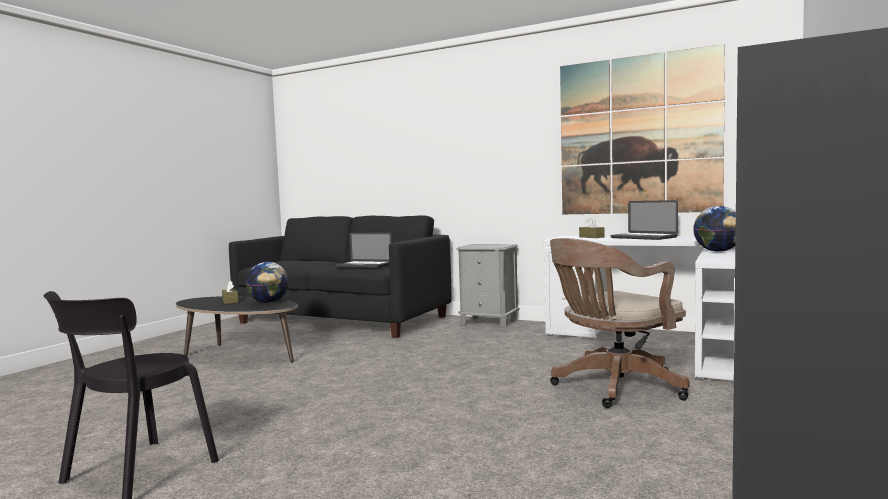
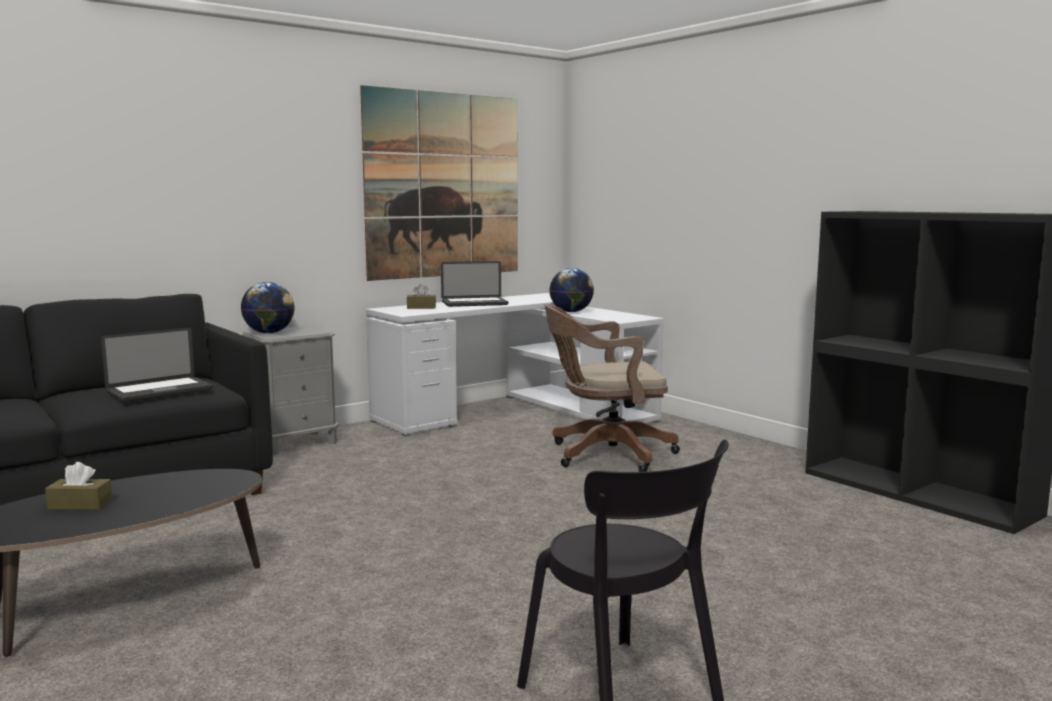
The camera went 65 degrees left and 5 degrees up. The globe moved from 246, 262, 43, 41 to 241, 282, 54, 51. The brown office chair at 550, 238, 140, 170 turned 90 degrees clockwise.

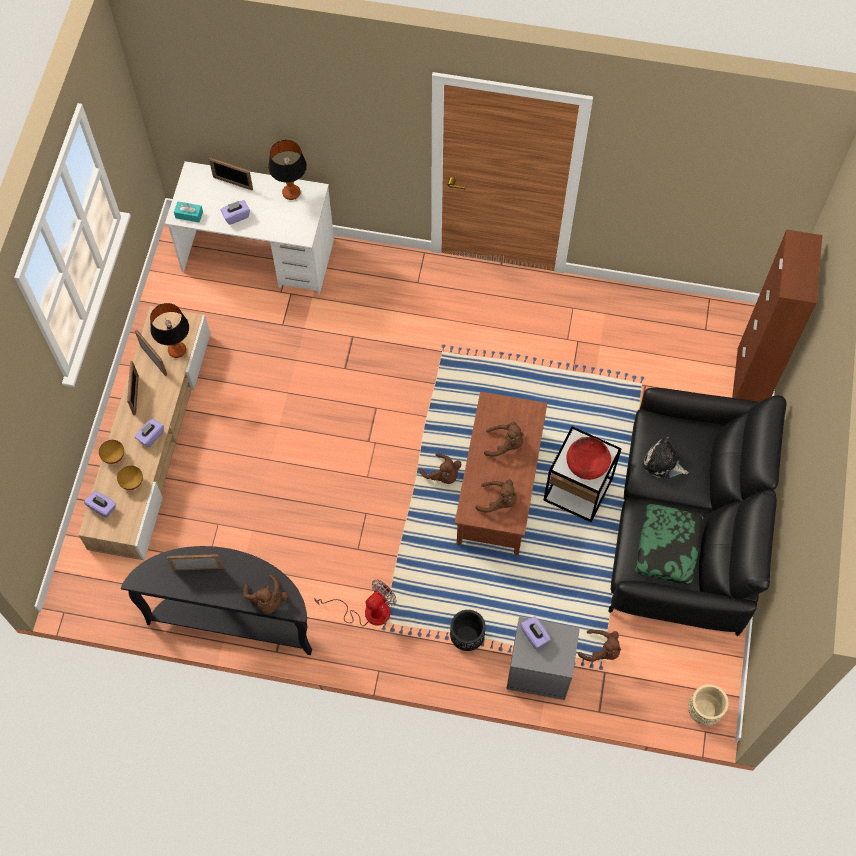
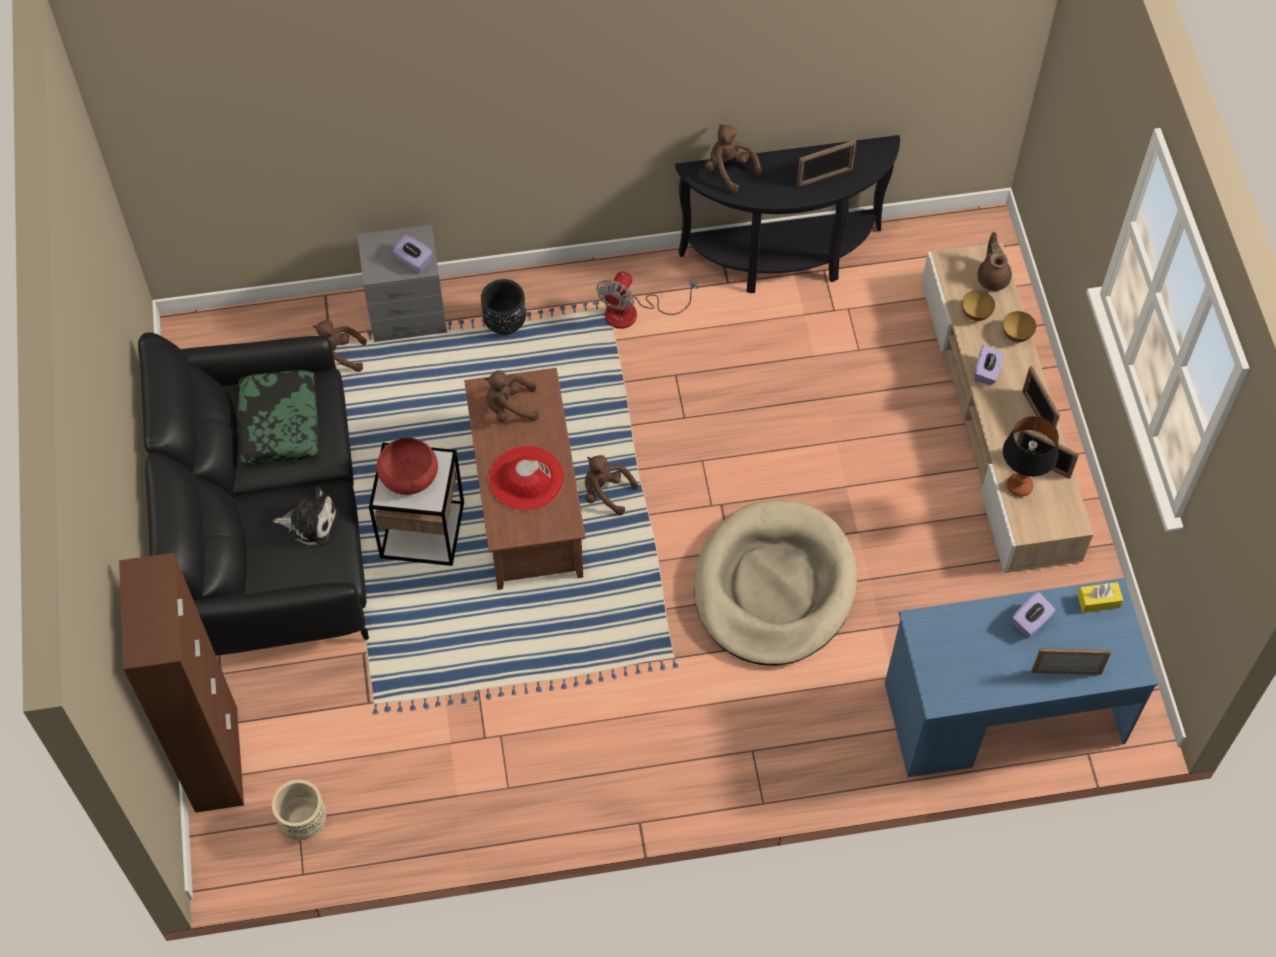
The camera went 160 degrees right and 5 degrees down. The table lamp at 268, 140, 39, 60 disappeared. The beige dog bed at 694, 500, 163, 166 appeared. The beige planter moved from 688, 684, 41, 42 to 272, 779, 55, 61. The purple tissue box at 84, 491, 32, 27 was replaced by the brown teapot at 977, 232, 35, 59. The brown plush toy at 484, 422, 40, 35 was replaced by the red hat at 489, 445, 75, 66. The white desk at 165, 161, 169, 134 became the blue desk at 885, 578, 273, 199. The turquoise tissue box at 174, 201, 29, 21 became the yellow tissue box at 1077, 582, 46, 31.

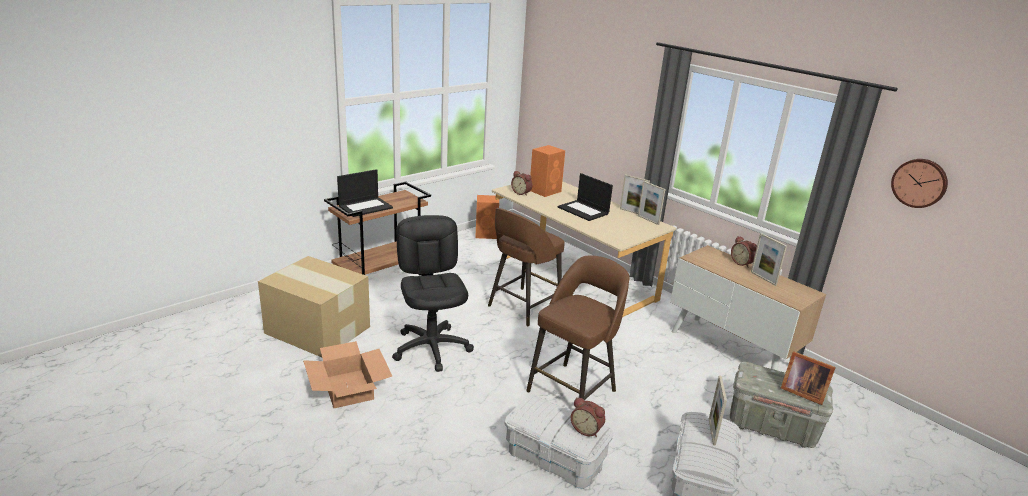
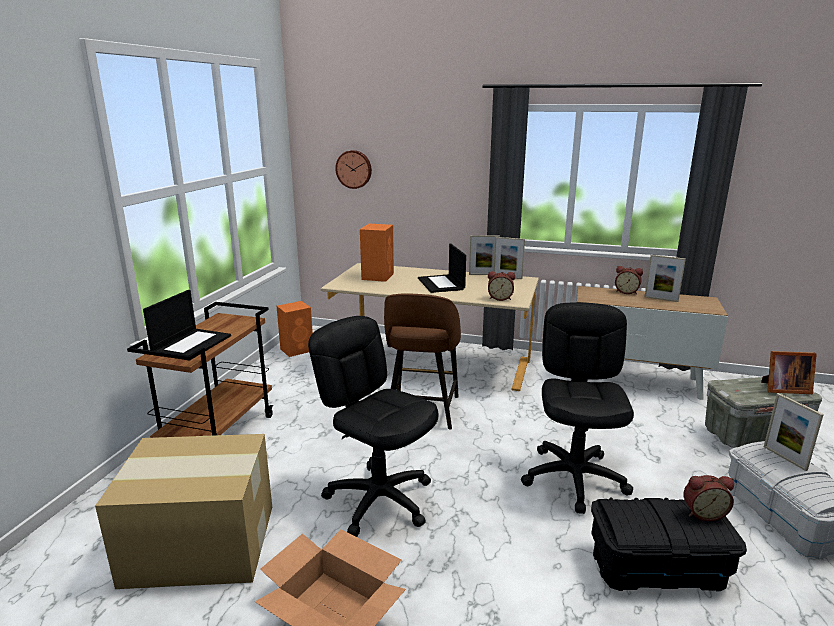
The camera went 30 degrees left and 5 degrees down. The alarm clock moved from 511, 171, 21, 25 to 488, 271, 27, 30. The wall clock moved from 891, 159, 57, 49 to 335, 150, 37, 39. The brown stool at 526, 256, 104, 144 was replaced by the black office chair at 521, 302, 113, 212. The white storage box at 505, 395, 109, 94 became the black storage box at 591, 498, 156, 93. The laptop at 558, 173, 55, 48 turned 60 degrees clockwise.

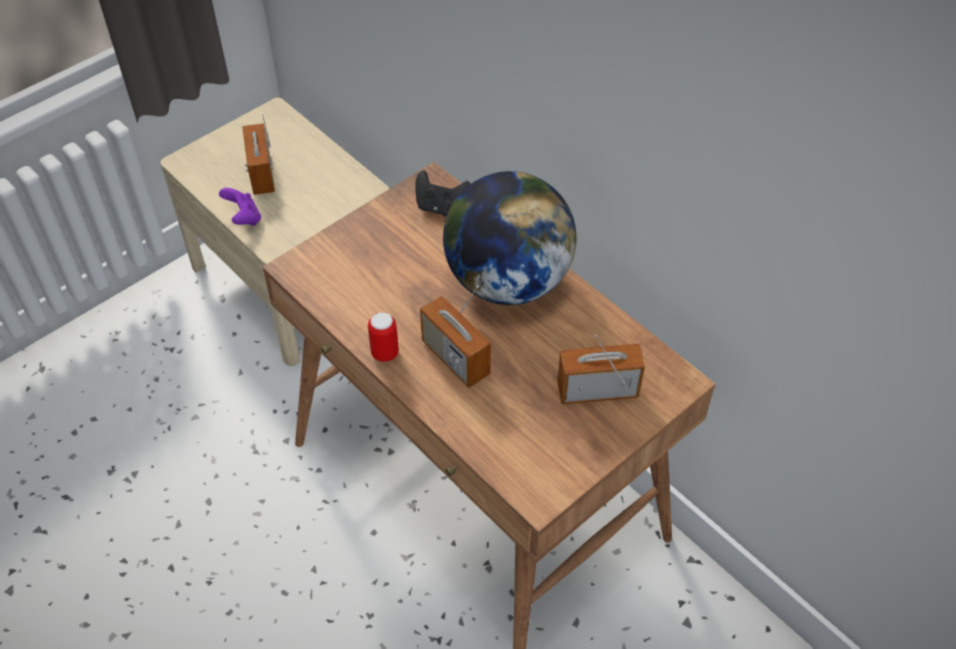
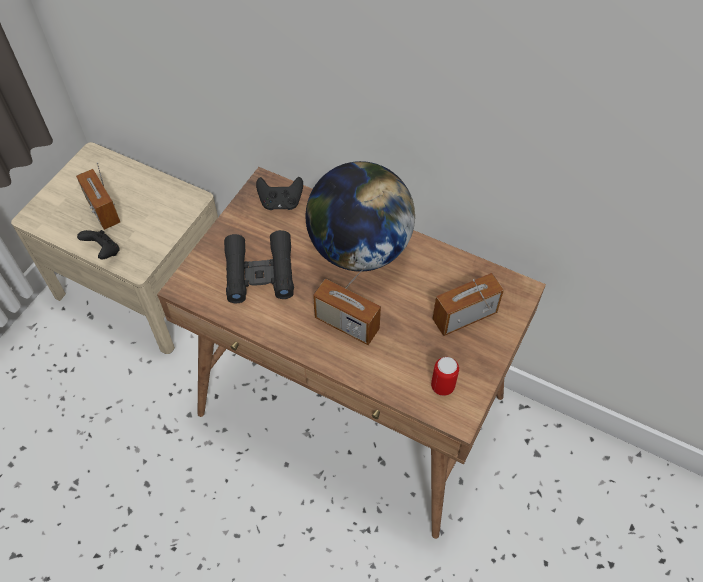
The camera went 20 degrees left and 5 degrees up. The black binoculars at 224, 230, 70, 73 appeared. The can moved from 368, 312, 31, 50 to 431, 357, 28, 39. The purple game controller at 219, 188, 42, 38 became the black game controller at 77, 230, 43, 29.

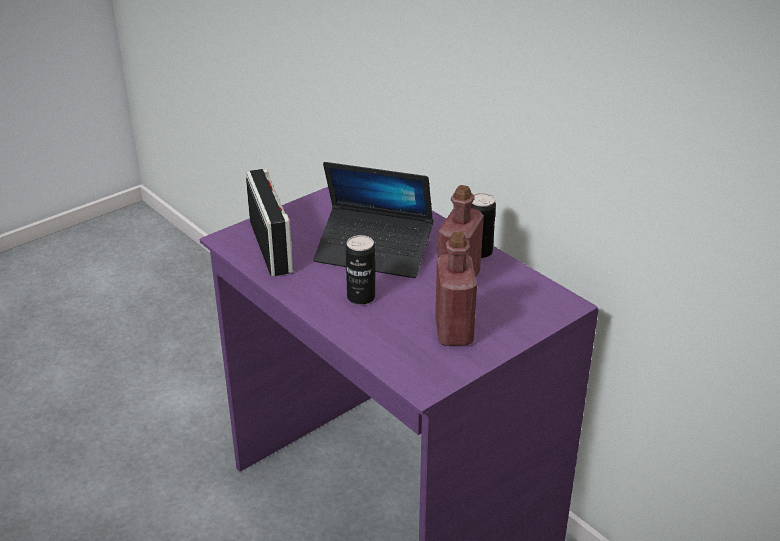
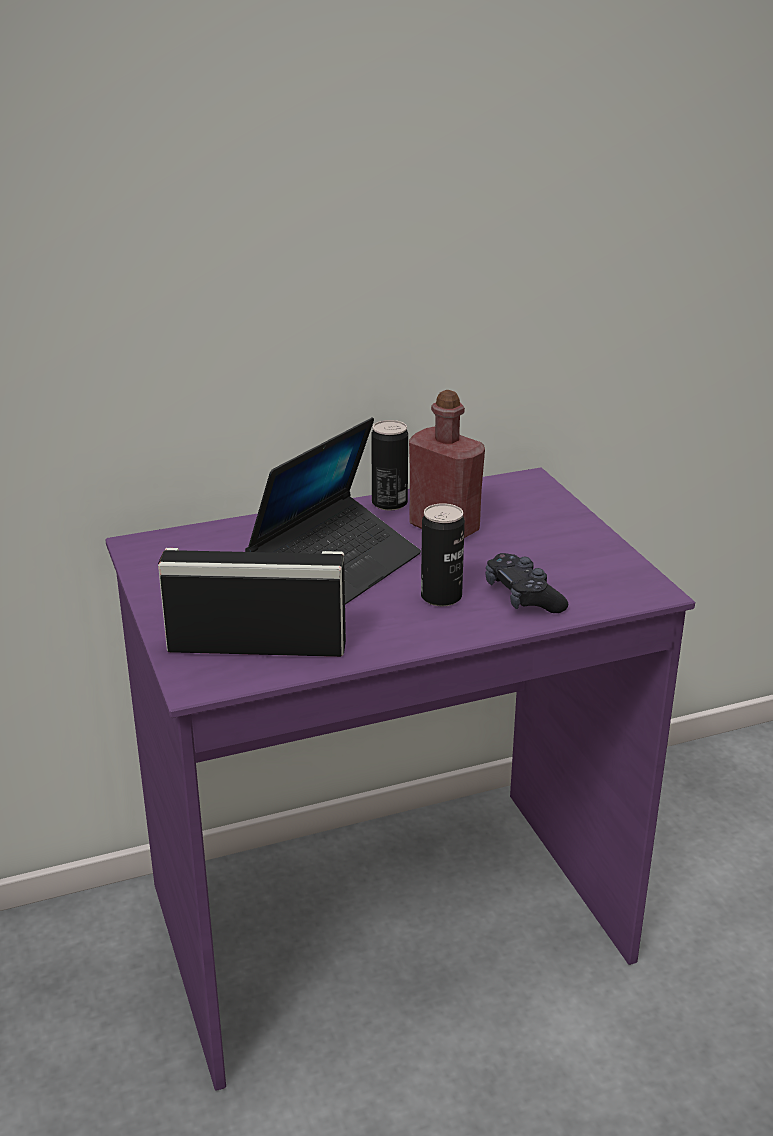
The camera went 70 degrees left and 5 degrees down. The red bottle at 435, 232, 42, 114 disappeared. The black game controller at 485, 553, 83, 60 appeared.

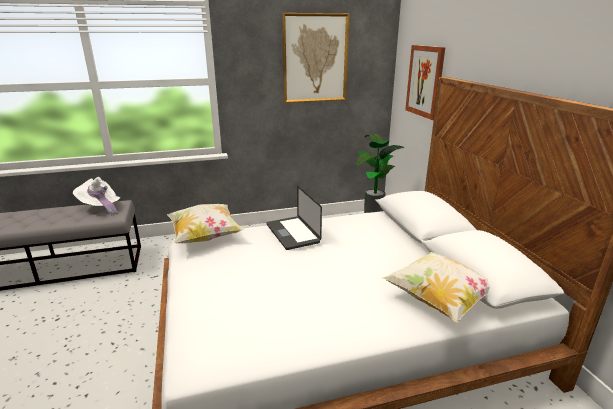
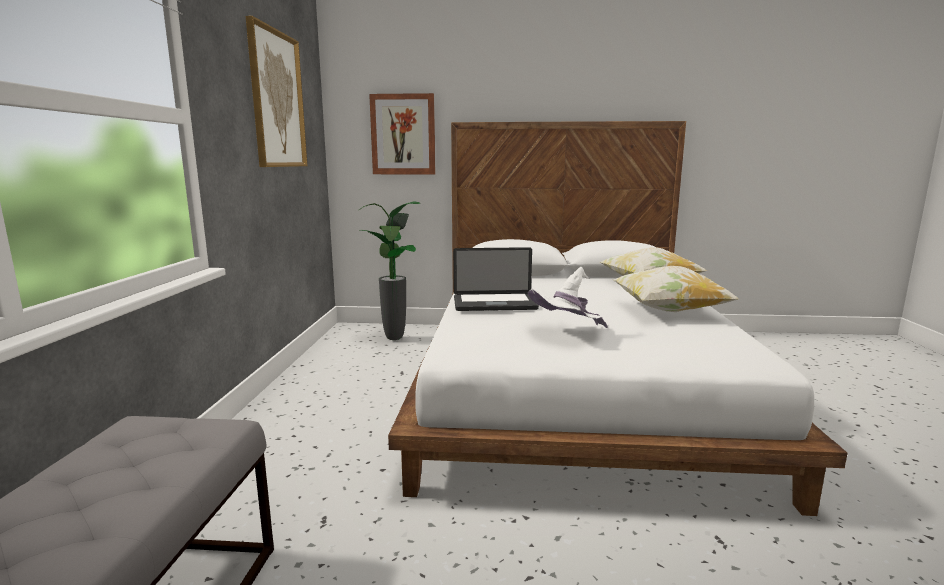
The camera went 70 degrees left and 10 degrees down. The white hat moved from 73, 177, 47, 39 to 527, 267, 81, 61. The pillow moved from 167, 204, 77, 39 to 613, 266, 126, 46.

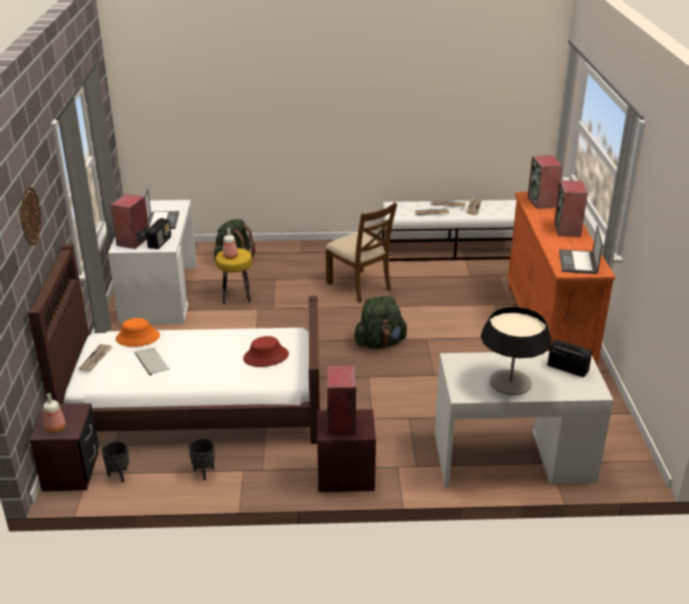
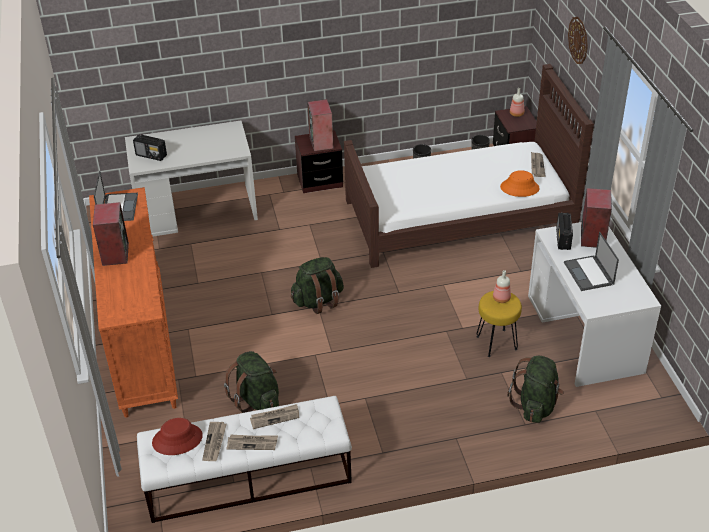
The camera went 170 degrees right and 10 degrees up. The keyboard at 135, 348, 35, 28 disappeared. The brown chair at 325, 202, 72, 101 disappeared. The table lamp at 481, 307, 71, 88 disappeared. The speaker at 528, 155, 35, 54 disappeared. The green backpack at 224, 351, 55, 62 appeared. The red hat moved from 243, 336, 46, 31 to 152, 418, 51, 37.

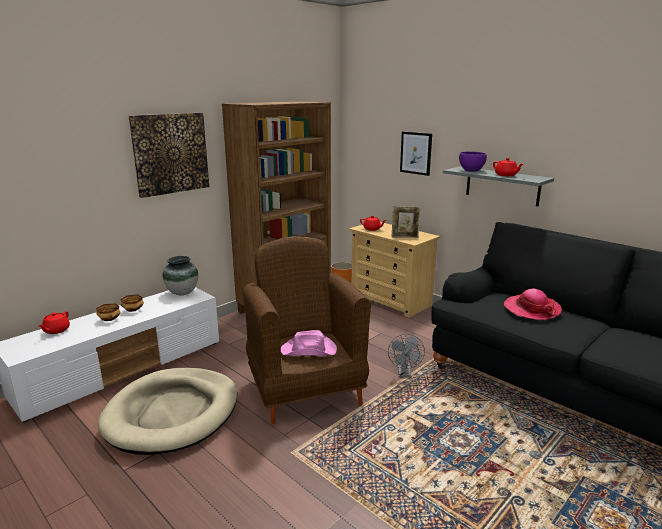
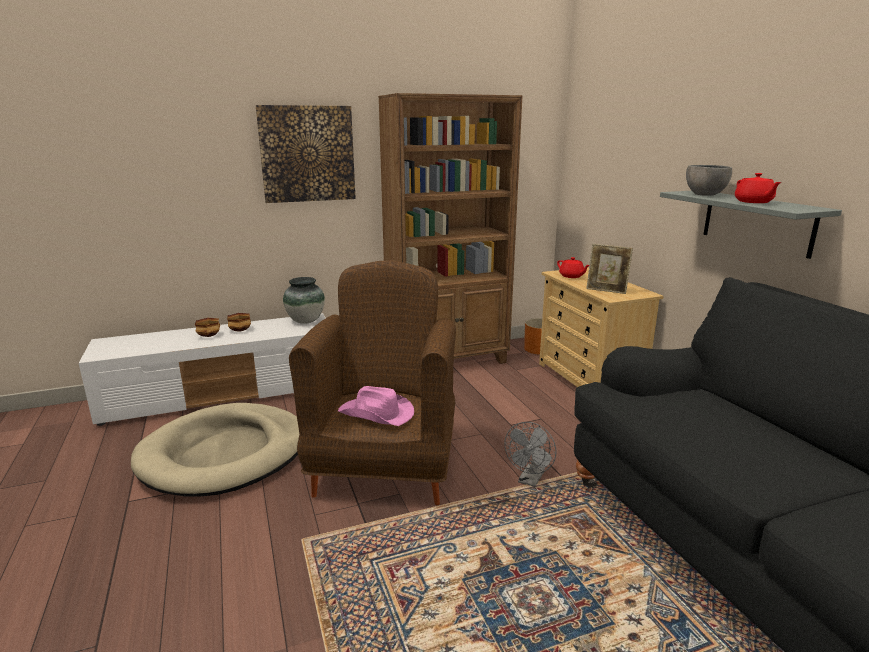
The camera went 25 degrees right and 0 degrees up. The red teapot at 39, 311, 31, 23 disappeared. The picture at 400, 131, 32, 45 disappeared. The hat at 504, 288, 58, 32 disappeared. The purple bowl at 459, 152, 28, 20 became the grey bowl at 686, 165, 46, 31.

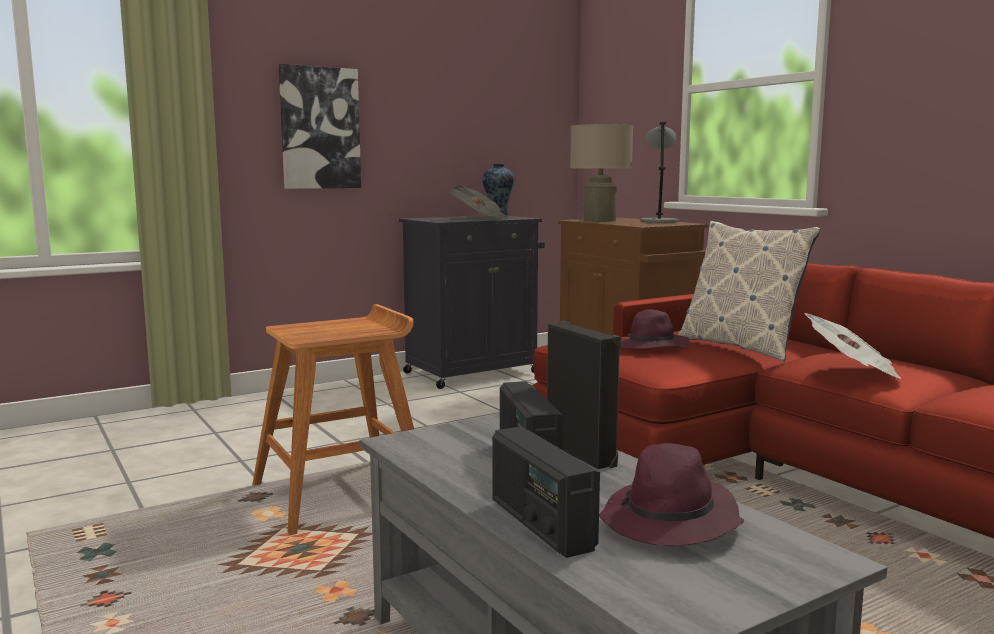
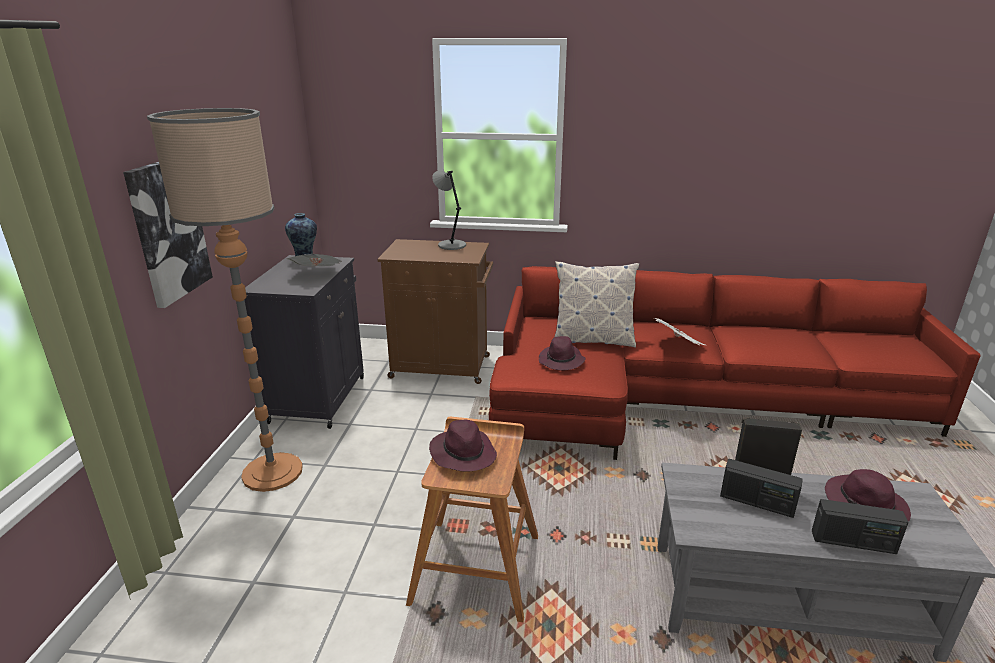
The camera went 50 degrees left and 15 degrees up. The beige table lamp at 570, 124, 63, 98 disappeared. The floor lamp at 147, 108, 156, 384 appeared. The purple hat at 429, 420, 68, 52 appeared.

